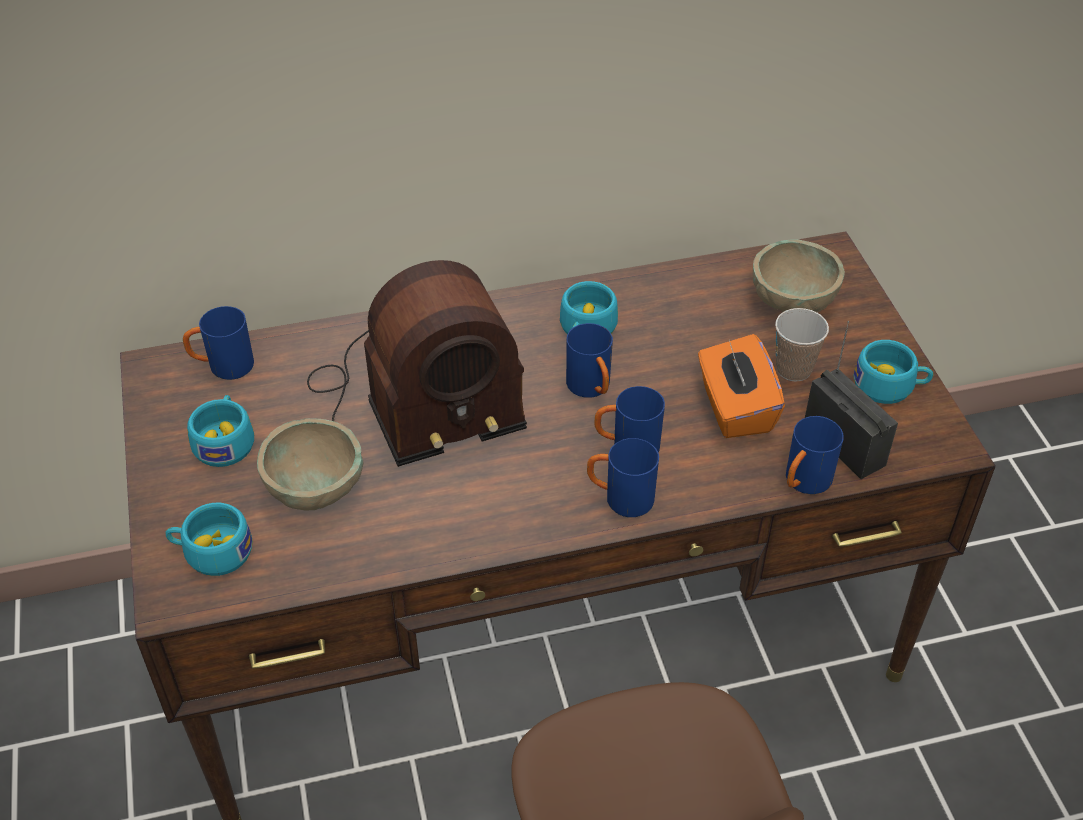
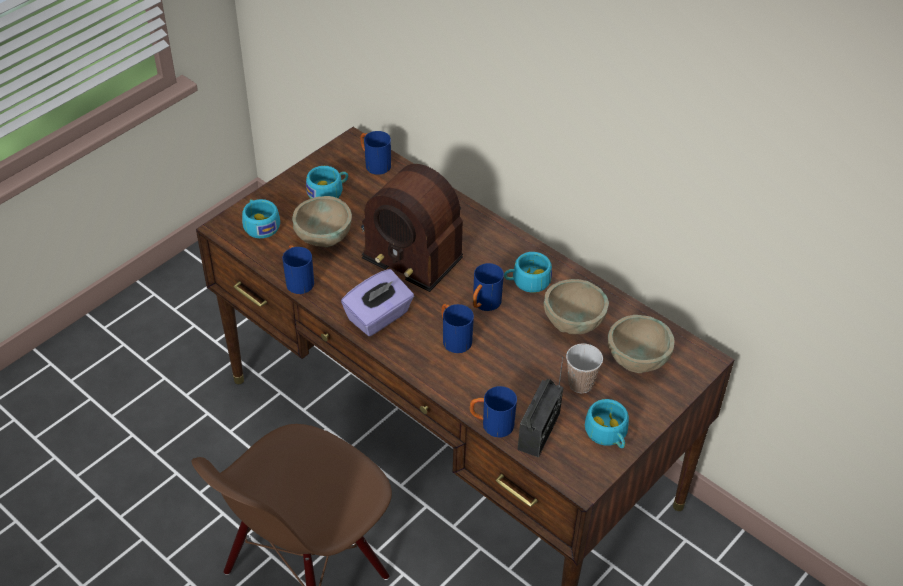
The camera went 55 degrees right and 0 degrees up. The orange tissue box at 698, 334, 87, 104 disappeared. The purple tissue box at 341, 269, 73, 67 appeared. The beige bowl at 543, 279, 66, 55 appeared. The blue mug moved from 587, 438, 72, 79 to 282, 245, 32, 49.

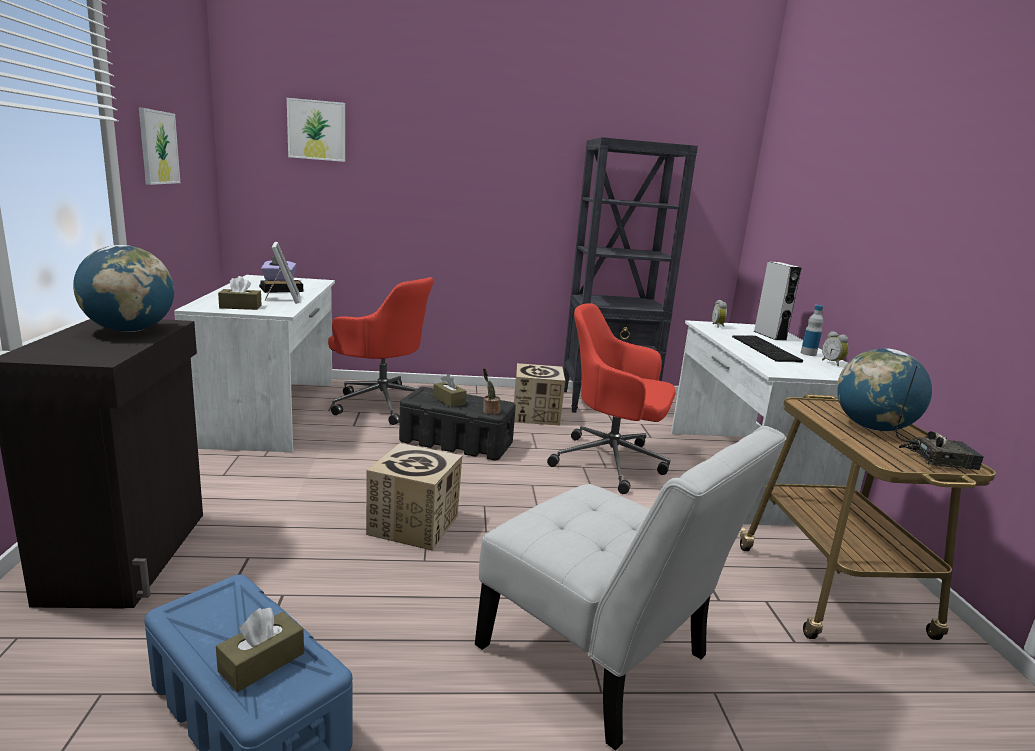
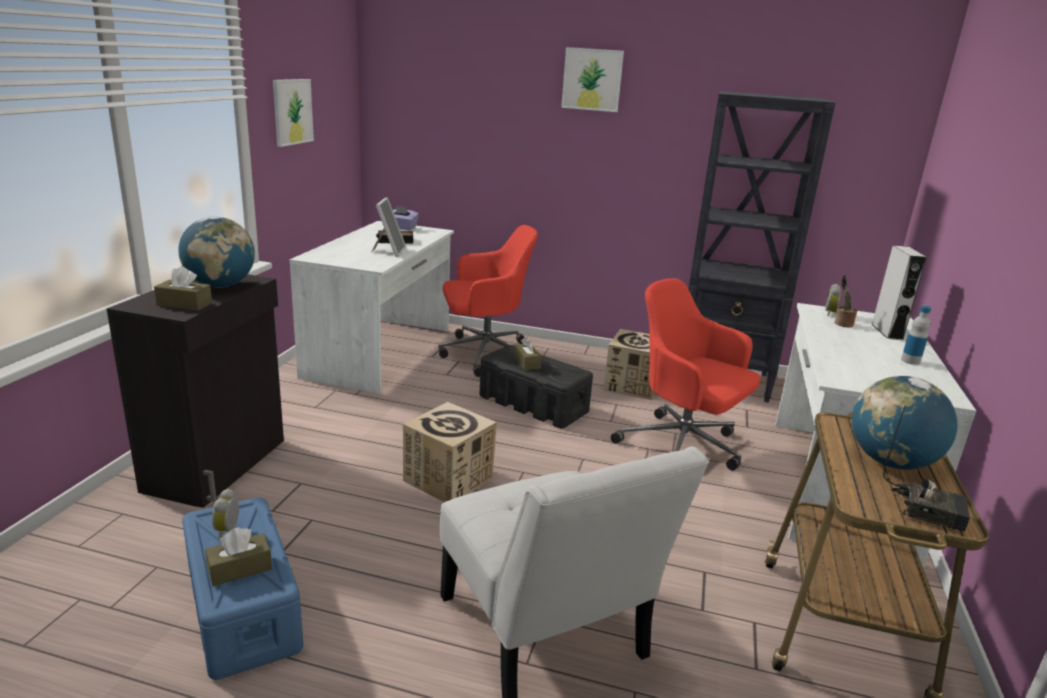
The camera went 20 degrees right and 5 degrees up. The keyboard at 732, 335, 71, 27 disappeared. The brown tissue box moved from 218, 276, 44, 34 to 154, 266, 58, 45. The picture moved from 287, 98, 58, 64 to 561, 47, 63, 65. The potted plant moved from 483, 368, 17, 47 to 834, 275, 23, 52. The alarm clock moved from 822, 331, 27, 35 to 212, 488, 27, 50. The red office chair at 328, 277, 106, 148 turned 60 degrees counterclockwise.

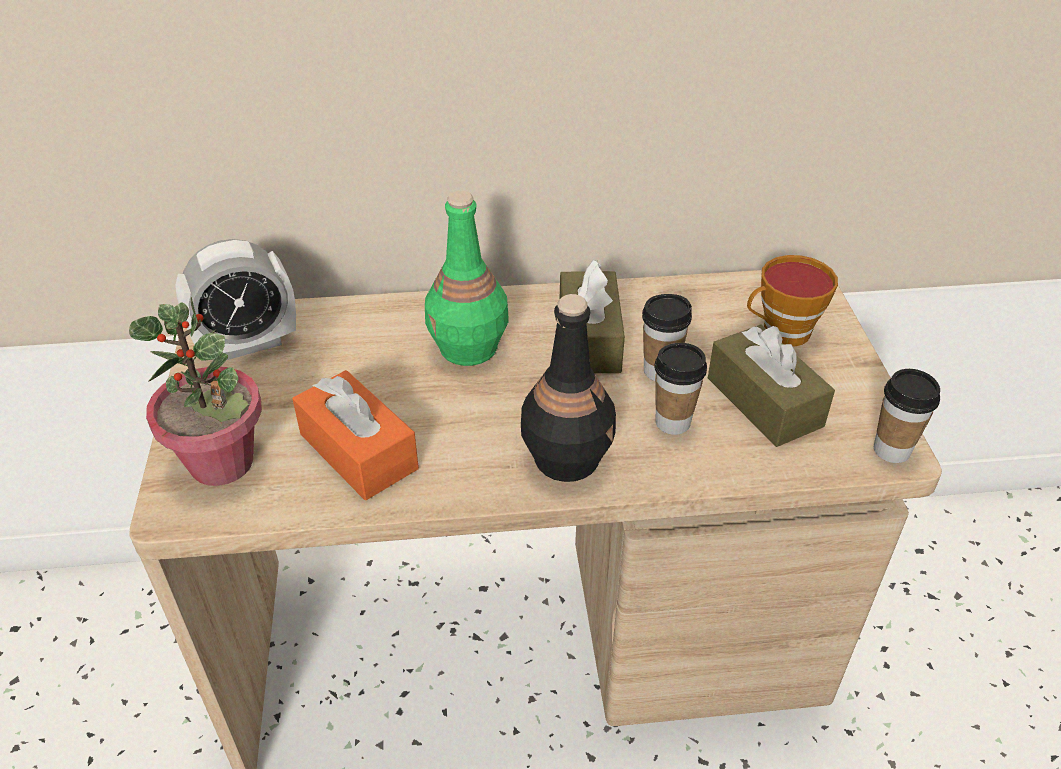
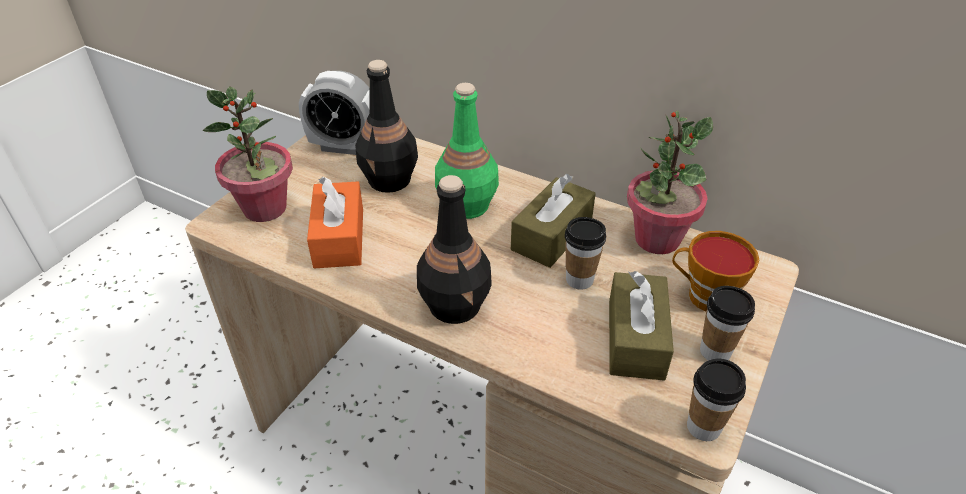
The camera went 35 degrees right and 0 degrees up. The black bottle at 355, 60, 63, 133 appeared. The potted plant at 627, 111, 86, 143 appeared. The cup moved from 654, 343, 53, 92 to 700, 286, 55, 74.

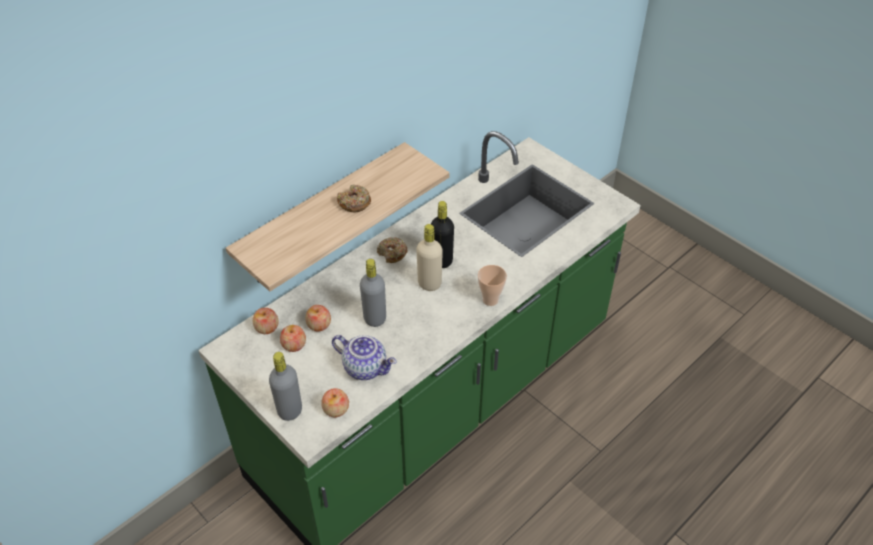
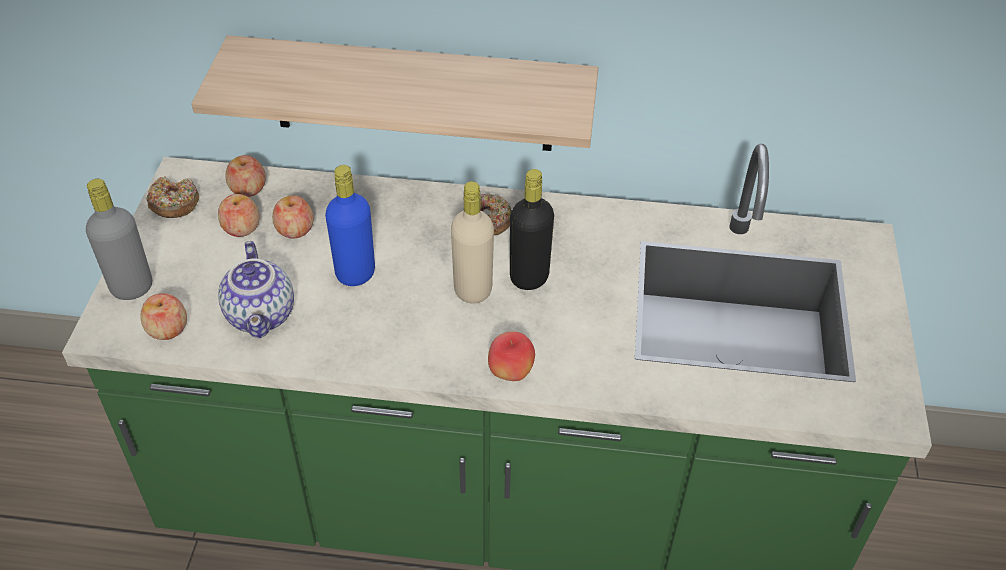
The camera went 50 degrees right and 0 degrees up. The donut moved from 337, 184, 34, 29 to 146, 176, 53, 42. The cup at 478, 265, 29, 41 was replaced by the apple at 488, 331, 47, 50. The grey bottle at 360, 259, 26, 68 became the blue bottle at 325, 165, 50, 121.

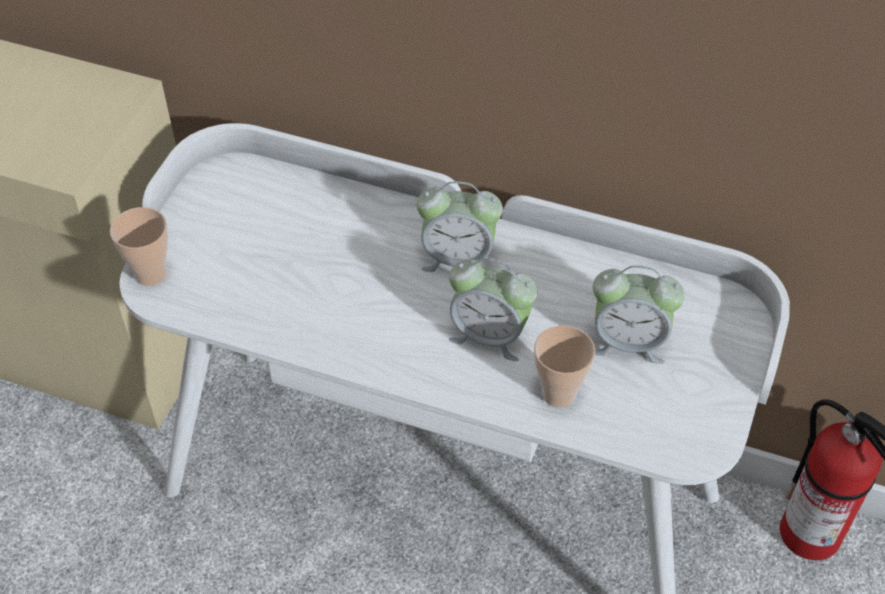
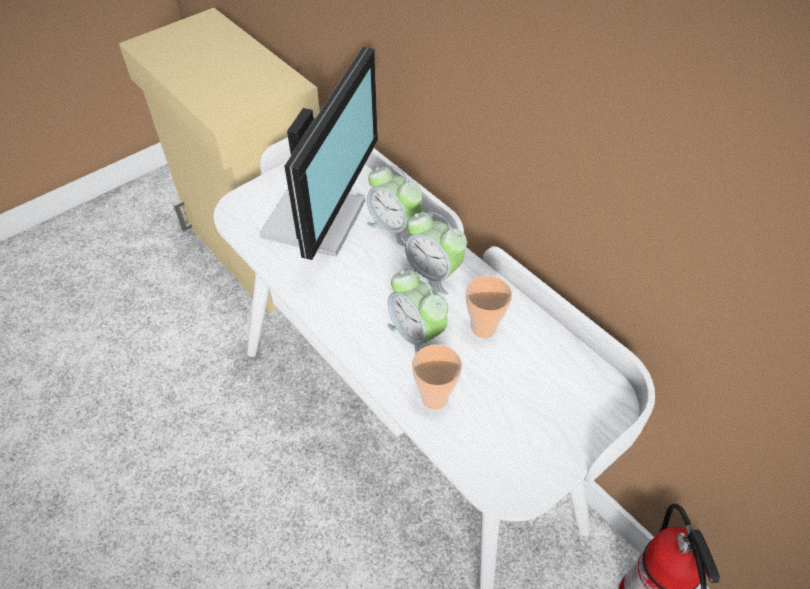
The camera went 30 degrees right and 0 degrees up. The monitor at 259, 47, 119, 213 appeared. The cup moved from 110, 207, 58, 79 to 466, 276, 46, 62. The alarm clock moved from 593, 265, 92, 99 to 367, 166, 56, 81.

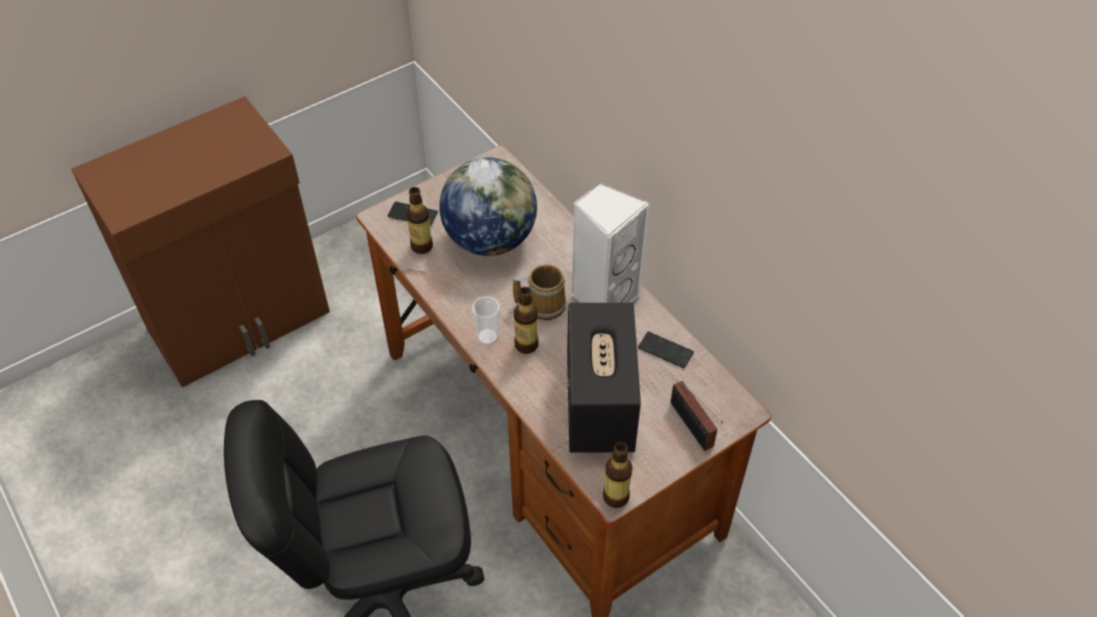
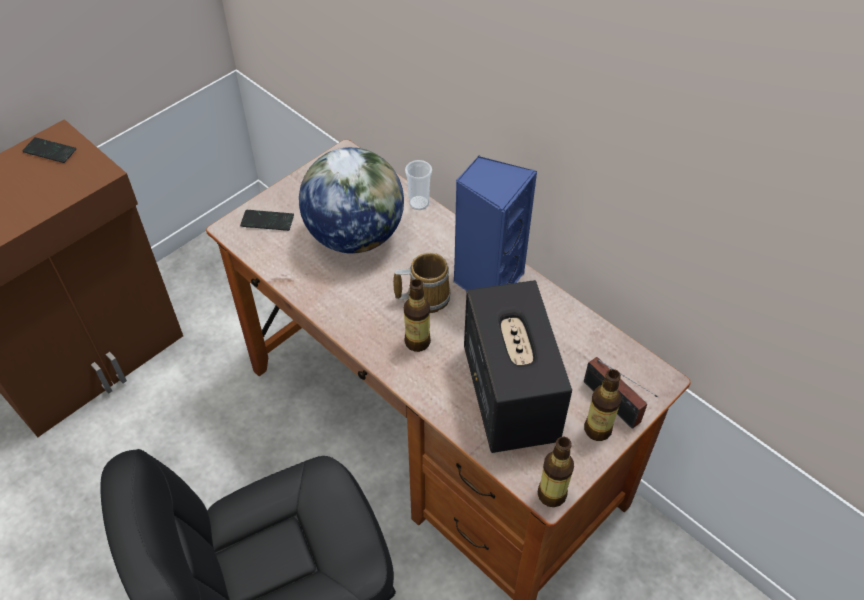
The camera went 10 degrees left and 0 degrees up. The bottle moved from 406, 187, 27, 67 to 584, 369, 38, 72. The cup moved from 472, 296, 28, 49 to 405, 160, 27, 50. The phone moved from 638, 331, 56, 37 to 22, 137, 54, 26. The white speaker at 571, 182, 79, 121 became the blue speaker at 453, 156, 84, 135.

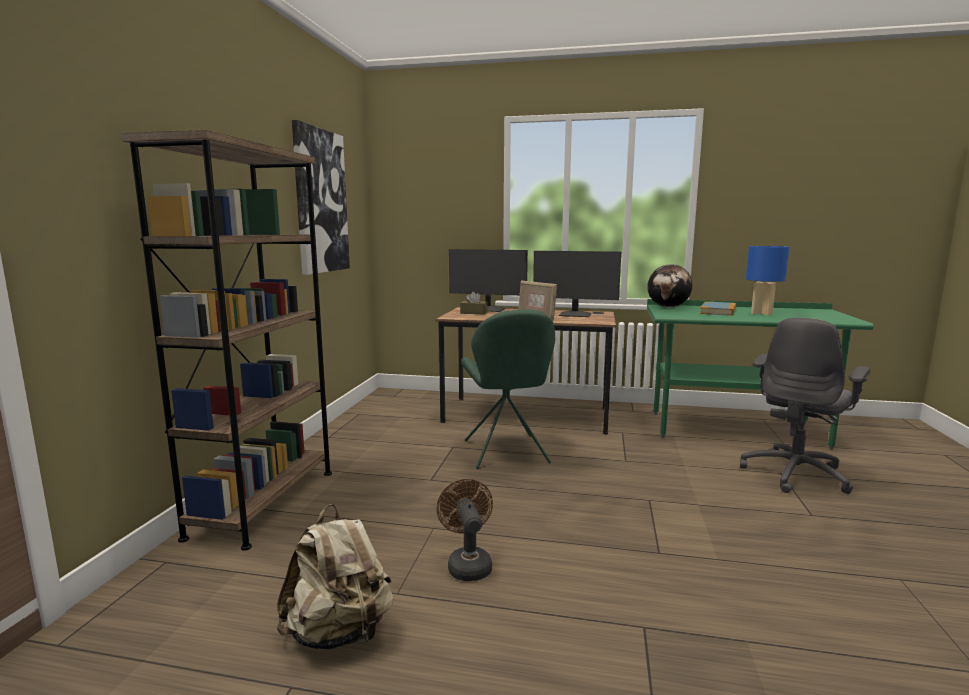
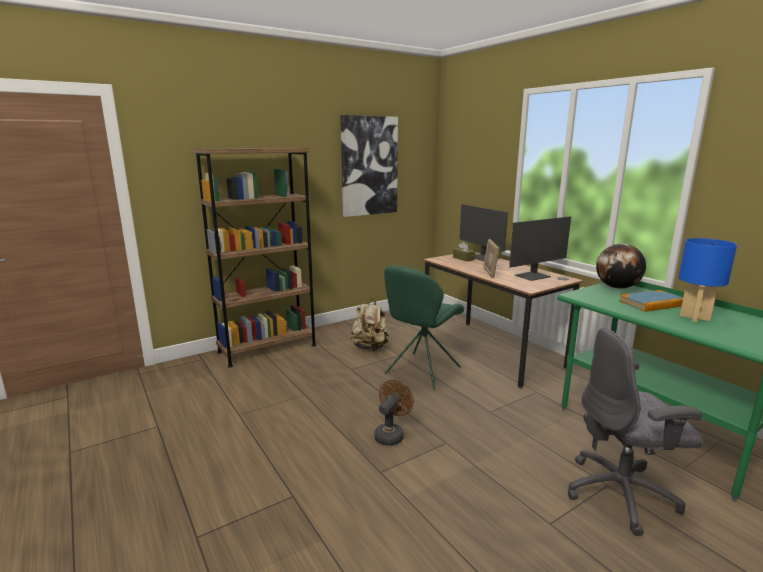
The camera went 45 degrees right and 5 degrees up. The beige backpack moved from 277, 504, 117, 145 to 351, 298, 38, 53. The brown fan moved from 437, 479, 56, 102 to 374, 380, 40, 66. The monitor at 533, 251, 88, 66 turned 90 degrees counterclockwise.

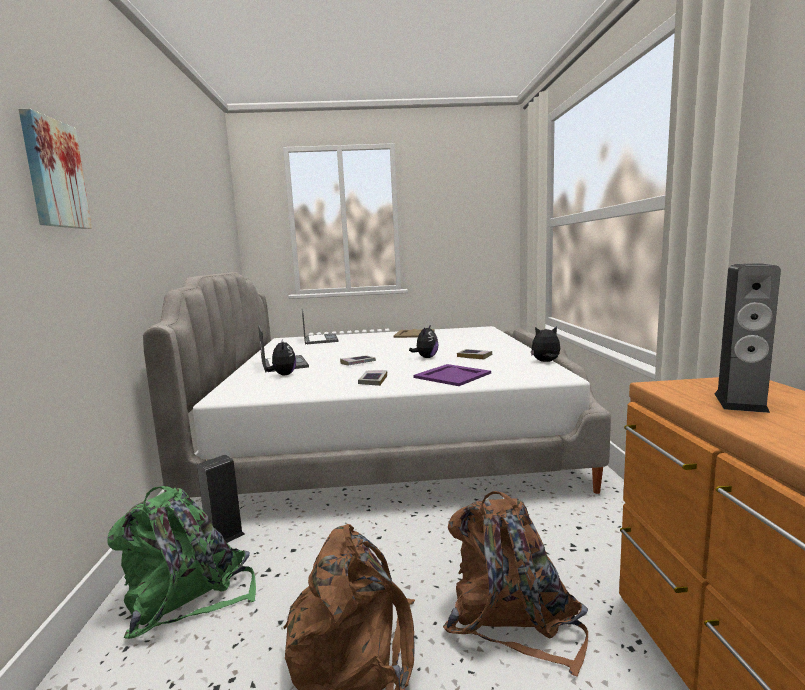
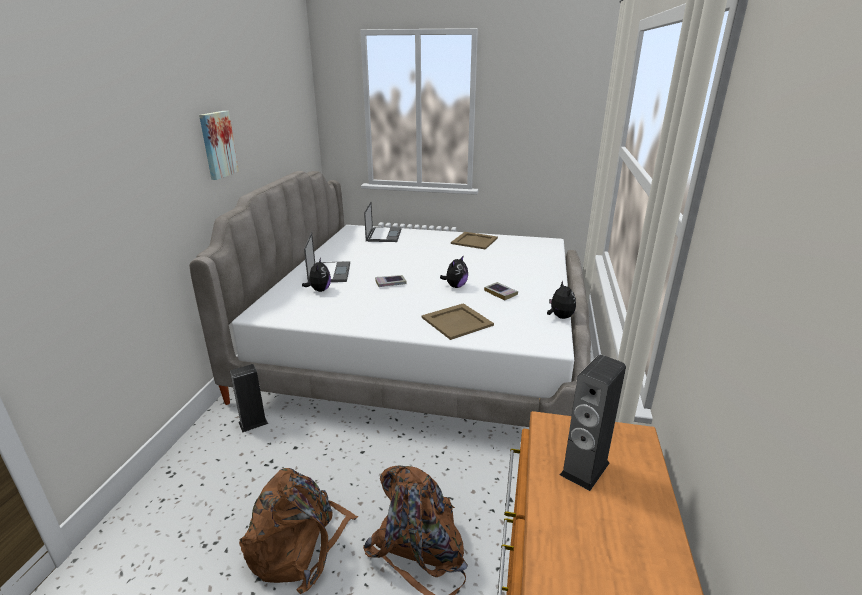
The camera went 15 degrees right and 15 degrees up. The green backpack at 107, 486, 149, 153 disappeared. The book at 358, 370, 29, 16 disappeared. The picture moved from 19, 108, 73, 121 to 199, 111, 40, 69. The purple tray at 413, 364, 78, 22 became the beige tray at 422, 303, 72, 37. The plush toy at 531, 326, 29, 36 turned 60 degrees clockwise.

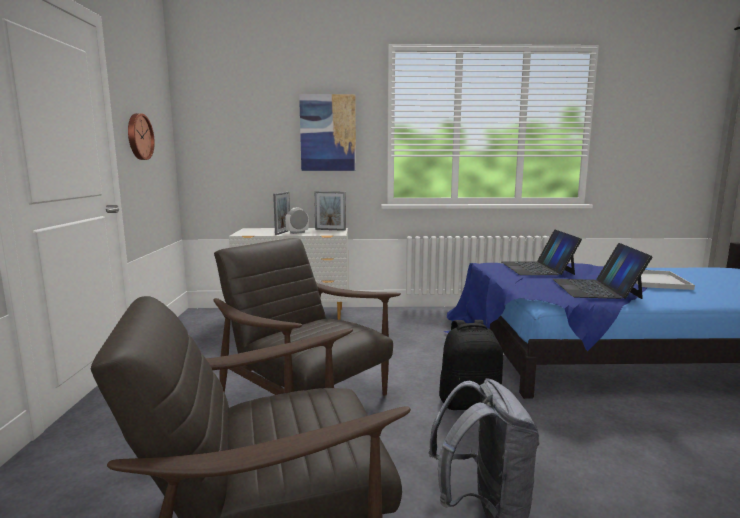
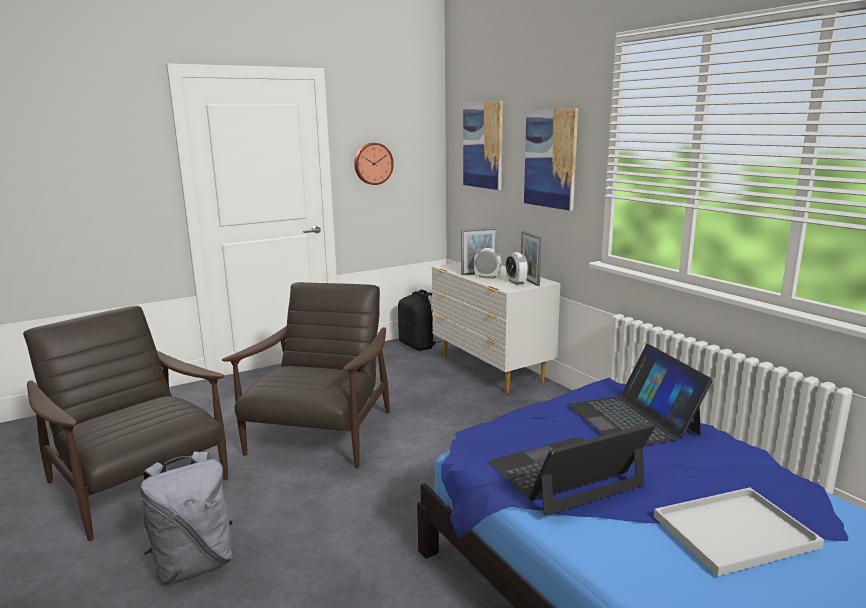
The camera went 60 degrees right and 5 degrees up. The picture at 463, 101, 40, 89 appeared. The alarm clock at 505, 252, 23, 33 appeared. The black backpack moved from 439, 320, 64, 90 to 398, 290, 44, 61. The laptop at 502, 230, 80, 45 turned 75 degrees counterclockwise.

